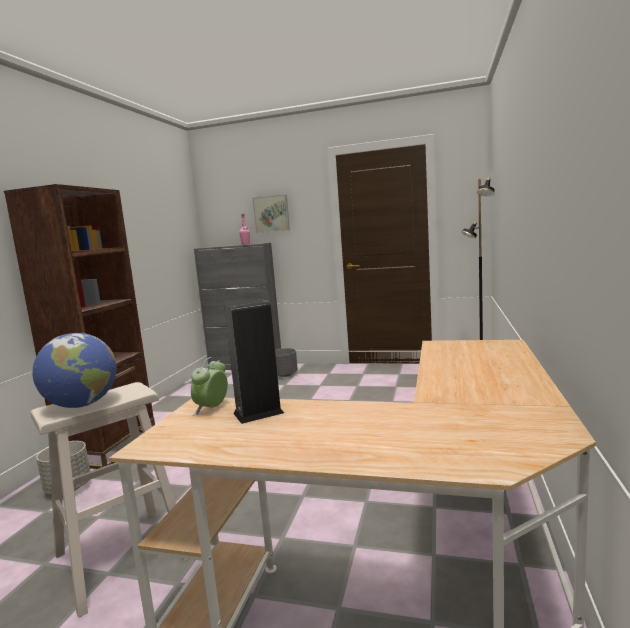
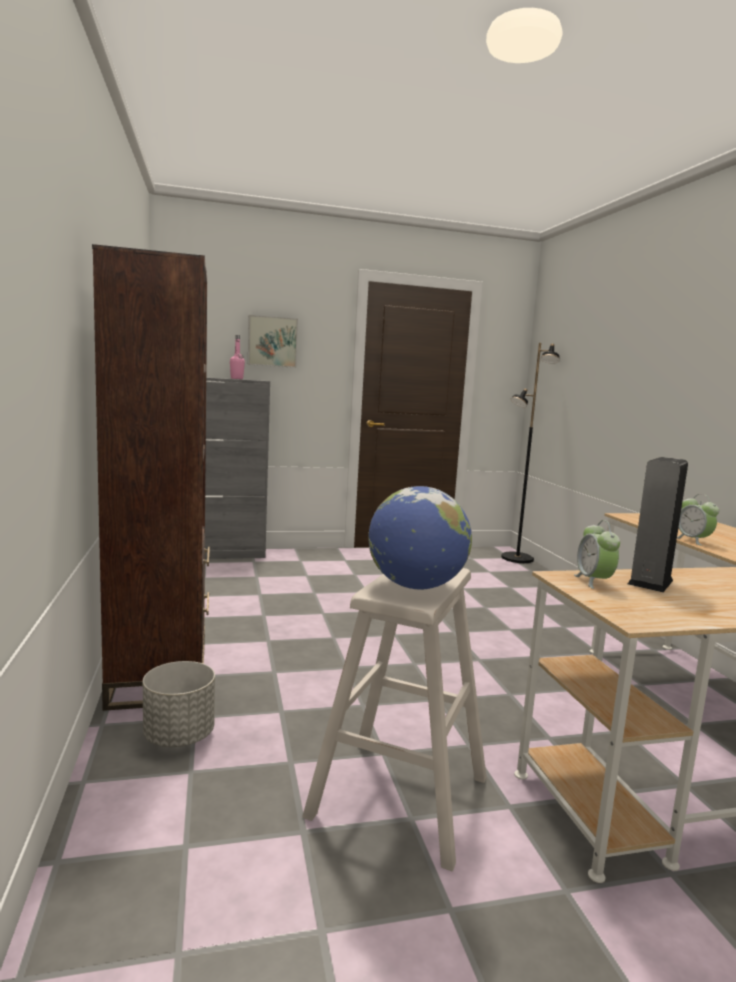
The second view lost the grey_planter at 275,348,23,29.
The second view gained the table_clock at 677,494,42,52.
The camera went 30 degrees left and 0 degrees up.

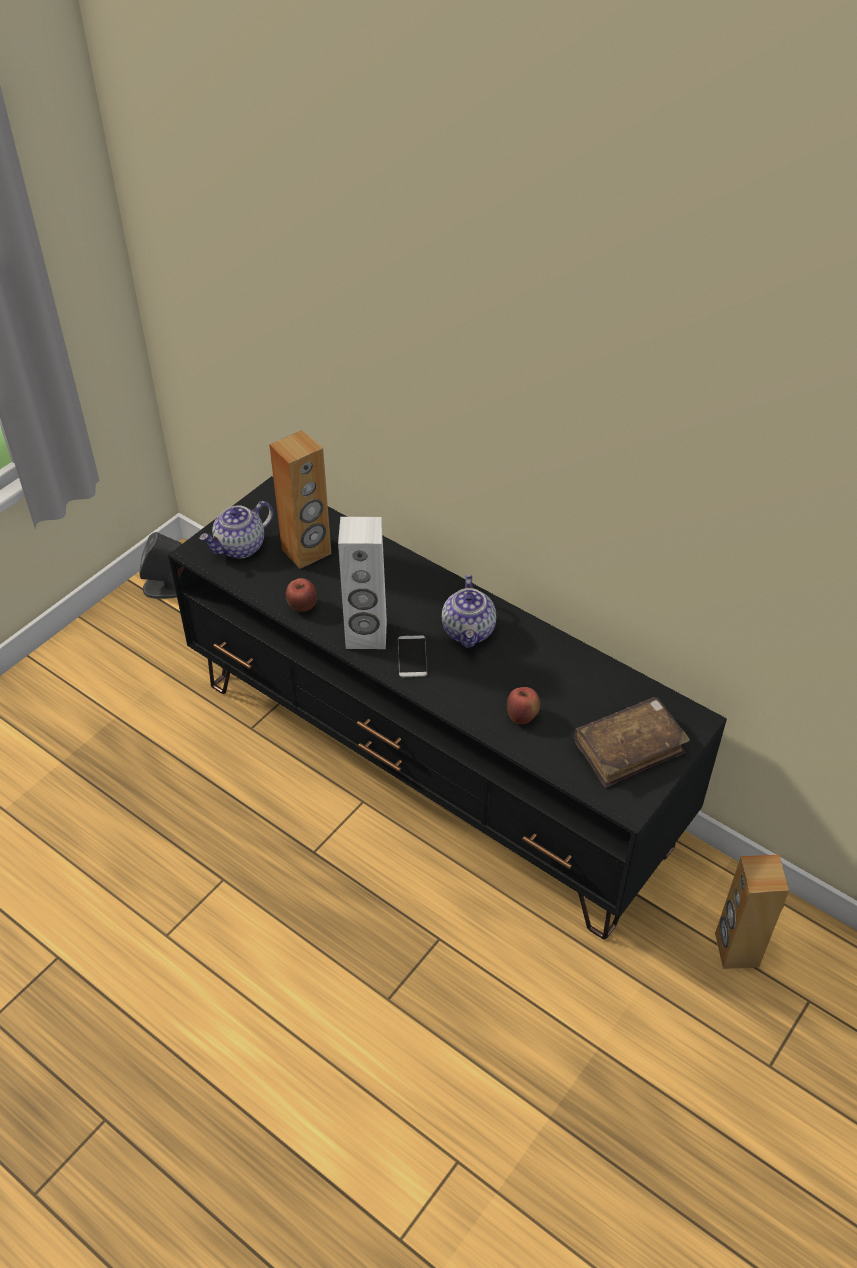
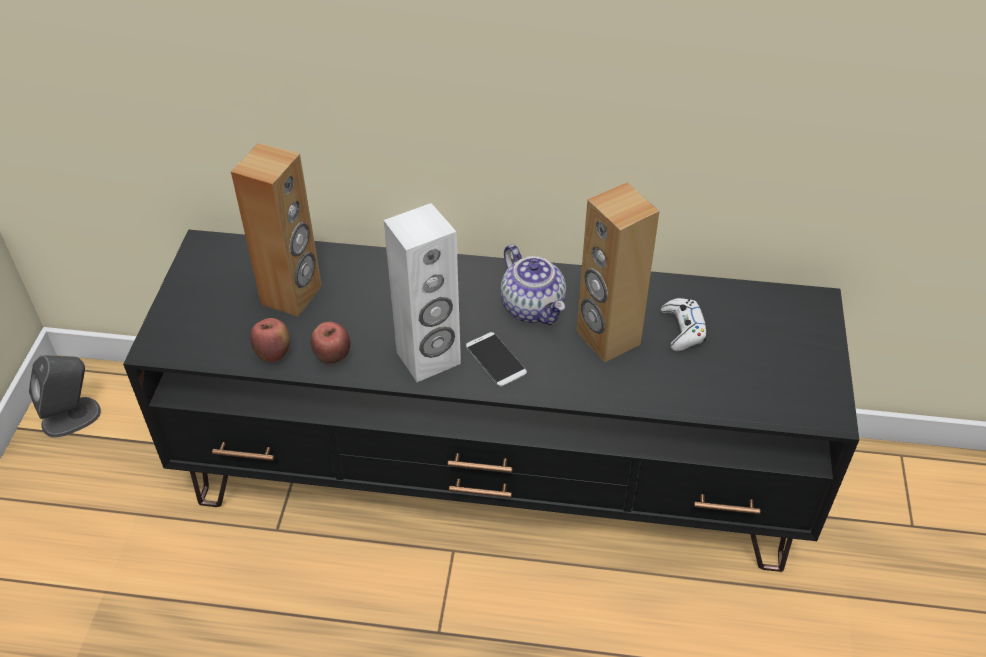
The second view lost the teapot at 200,501,73,57.
The second view lost the brown_volume at 574,697,116,91.
The second view gained the whitish_game_controller at 660,298,48,53.
The whole_apple ended up elsewhere, having gone from 507,687,33,37 to 250,318,40,44.
The brown_speaker ended up elsewhere, having gone from 715,855,74,114 to 576,183,83,179.
The camera went 30 degrees left and 0 degrees up.

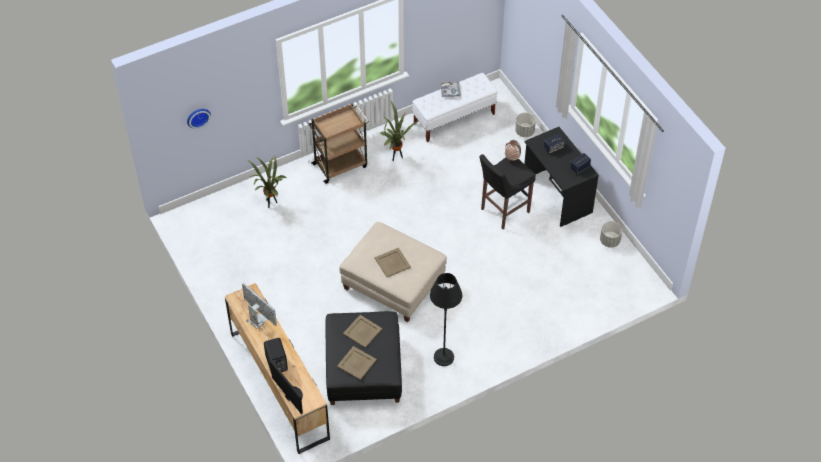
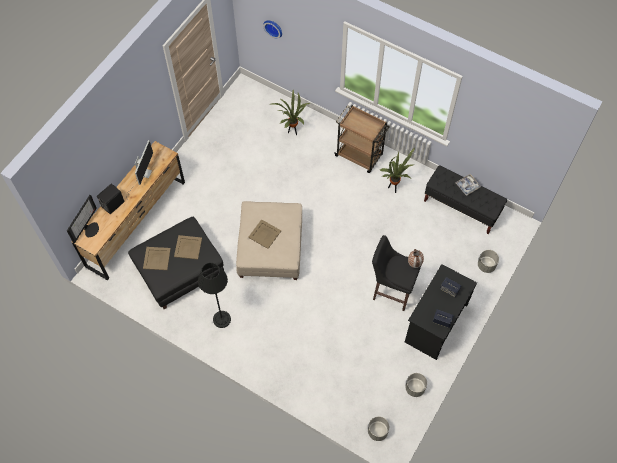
The second view gained the grey_planter at 368,416,22,25.
What was the whitish_long_seat at 412,73,86,69 turned into the black-coloured_long_seat at 424,165,83,69.
The camera went 60 degrees right and 10 degrees up.

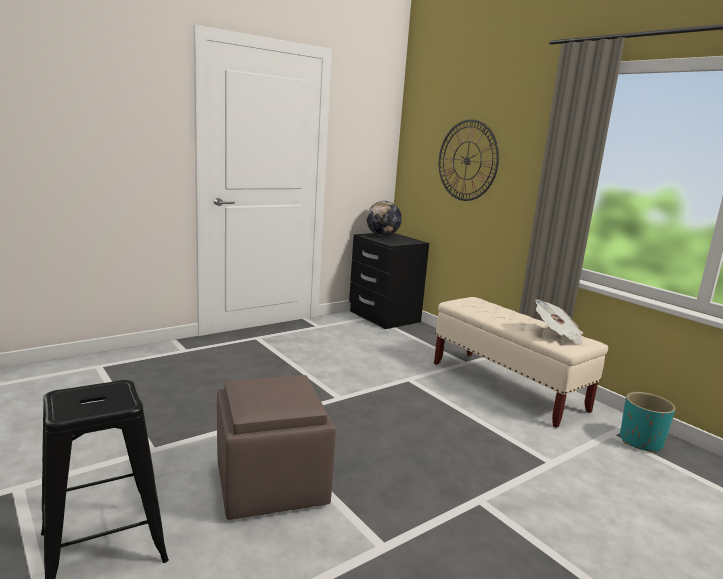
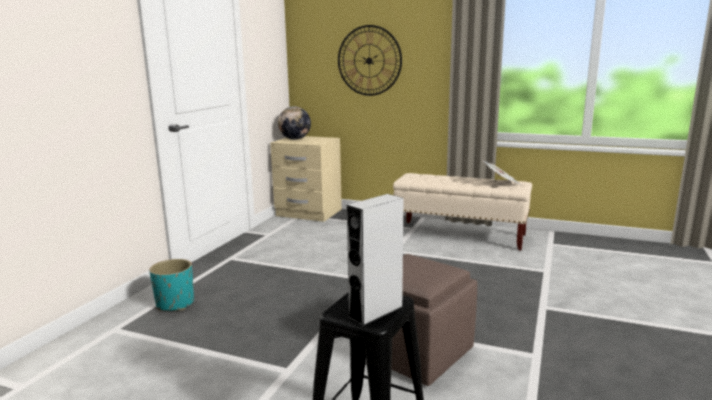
The second view gained the grey_speaker at 347,194,56,132.
The blue-green_planter ended up elsewhere, having gone from 620,392,56,61 to 149,259,45,52.
What was the black-coloured_nightstand at 349,233,80,96 turned into the beige-coloured_nightstand at 270,136,72,86.
The camera went 30 degrees left and 0 degrees up.

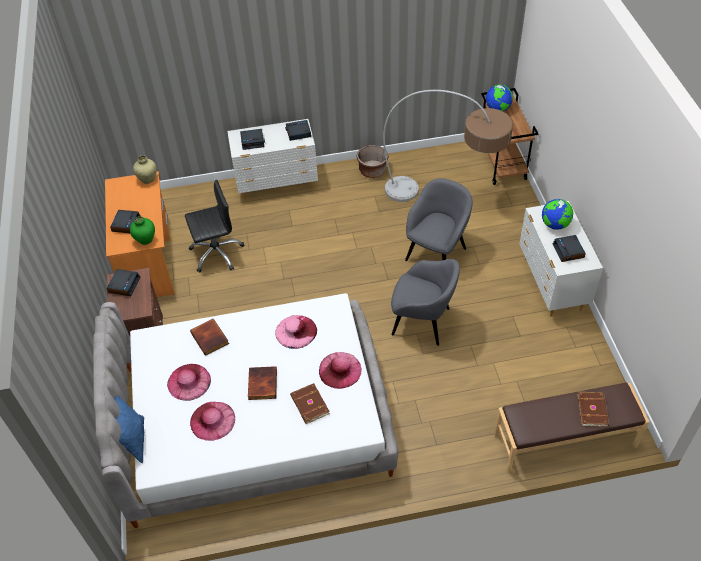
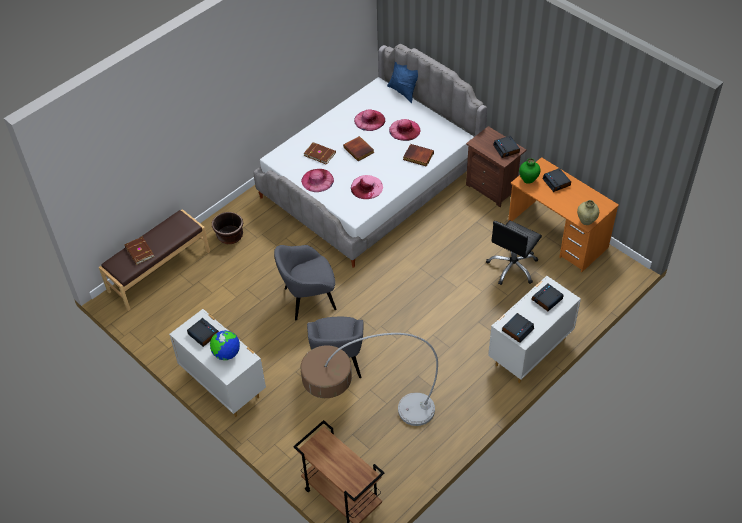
The second view lost the globe at 486,85,27,26.
The brown_planter ended up elsewhere, having gone from 357,145,32,33 to 212,212,31,32.
The camera went 145 degrees right and 0 degrees up.

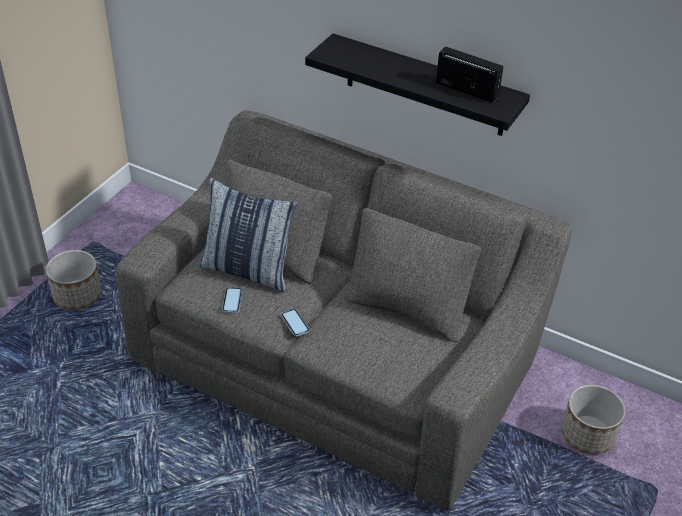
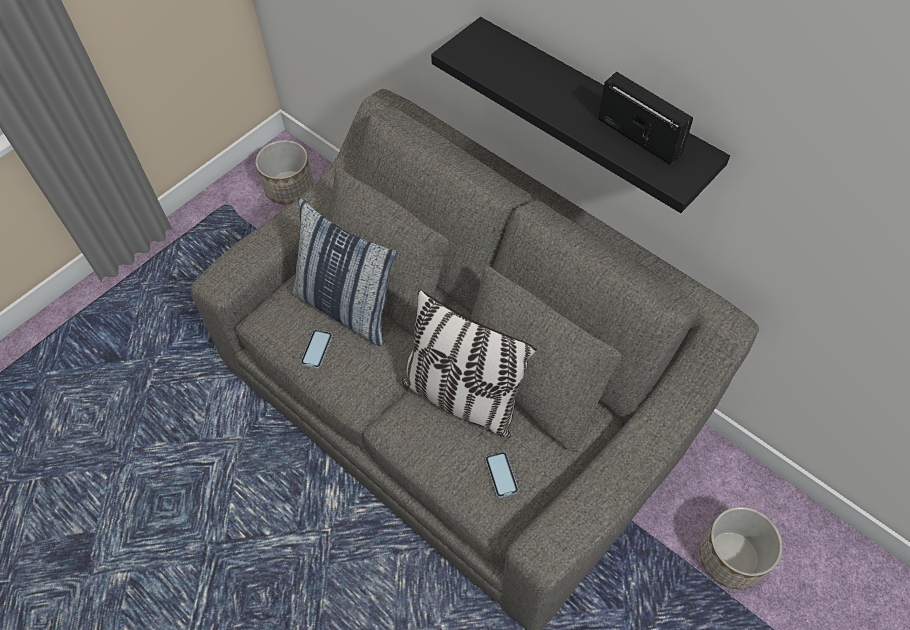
The second view gained the cushion at 400,289,137,150.
The planter ended up elsewhere, having gone from 46,250,56,60 to 256,140,58,65.
The telephone ended up elsewhere, having gone from 281,309,29,28 to 485,452,33,46.
The camera went 15 degrees right and 15 degrees up.

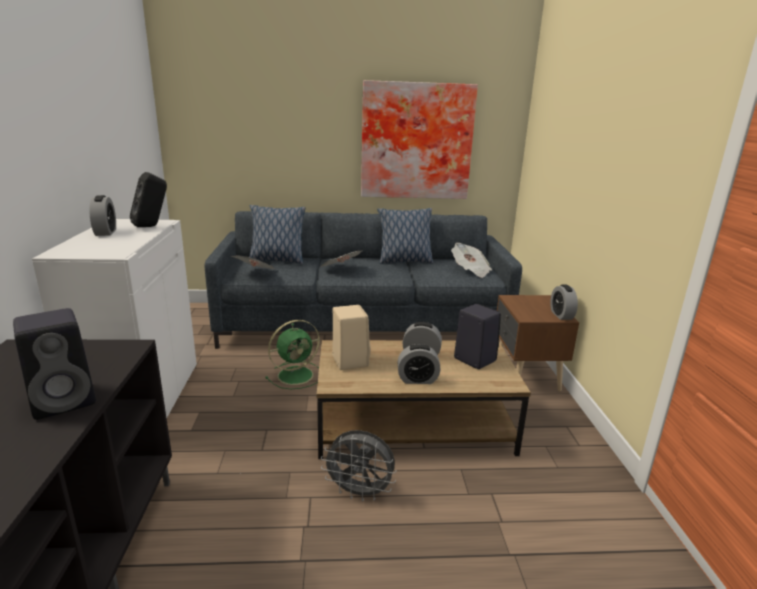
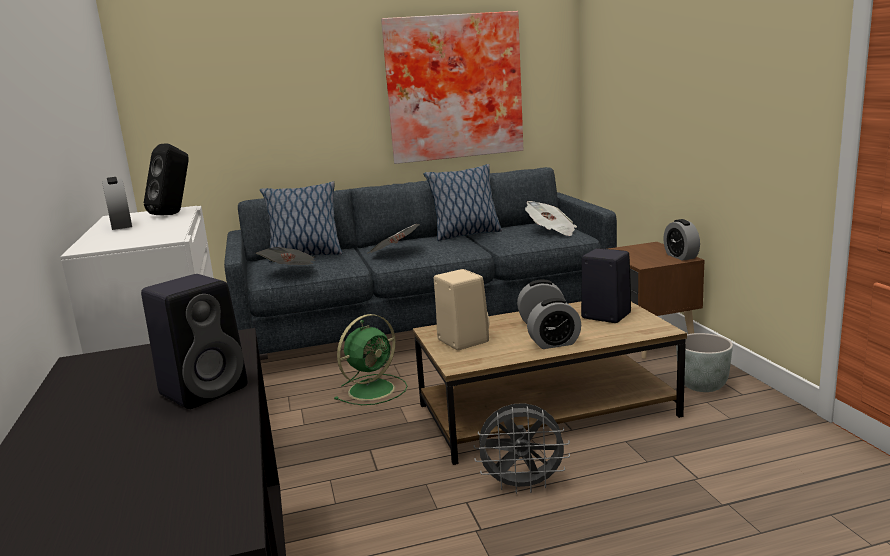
The second view gained the grey_planter at 676,333,57,59.
The camera went 10 degrees left and 5 degrees down.

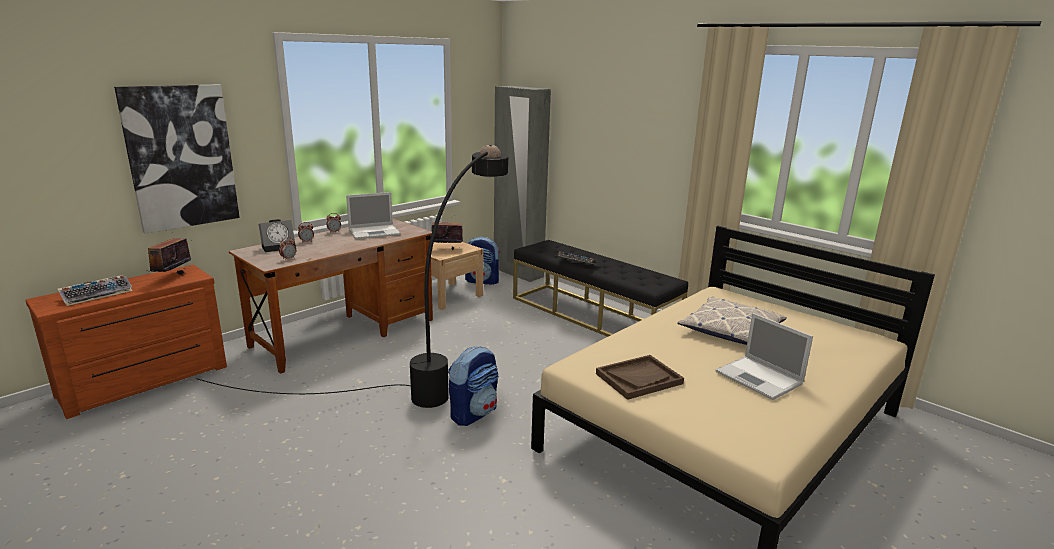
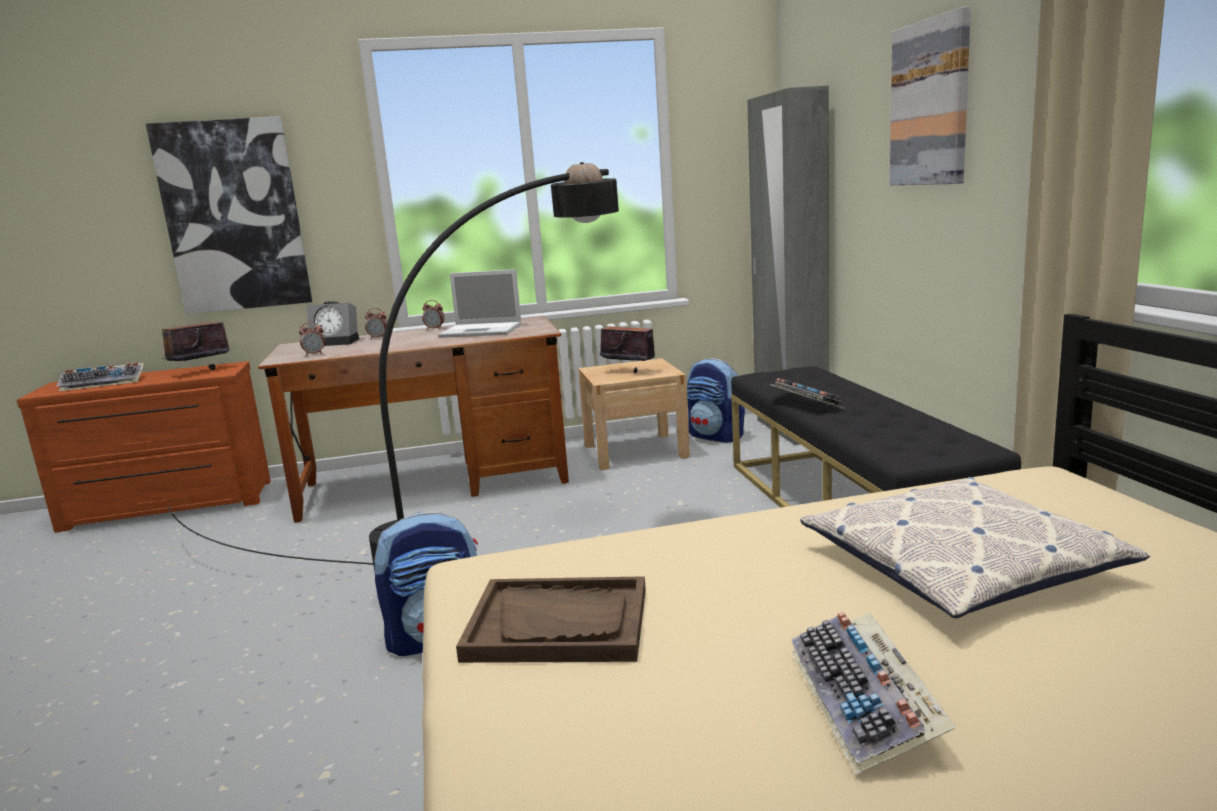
The second view gained the picture at 890,7,81,178.
Where the notebook_computer stood at 715,313,98,87, the computer_keyboard came to stand at 791,612,165,162.
The camera went 35 degrees right and 5 degrees down.

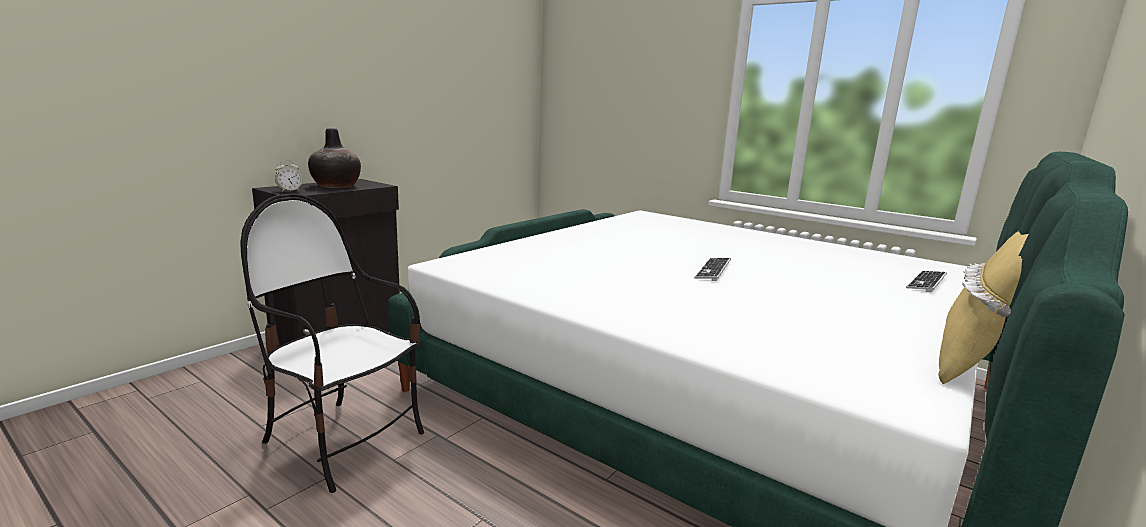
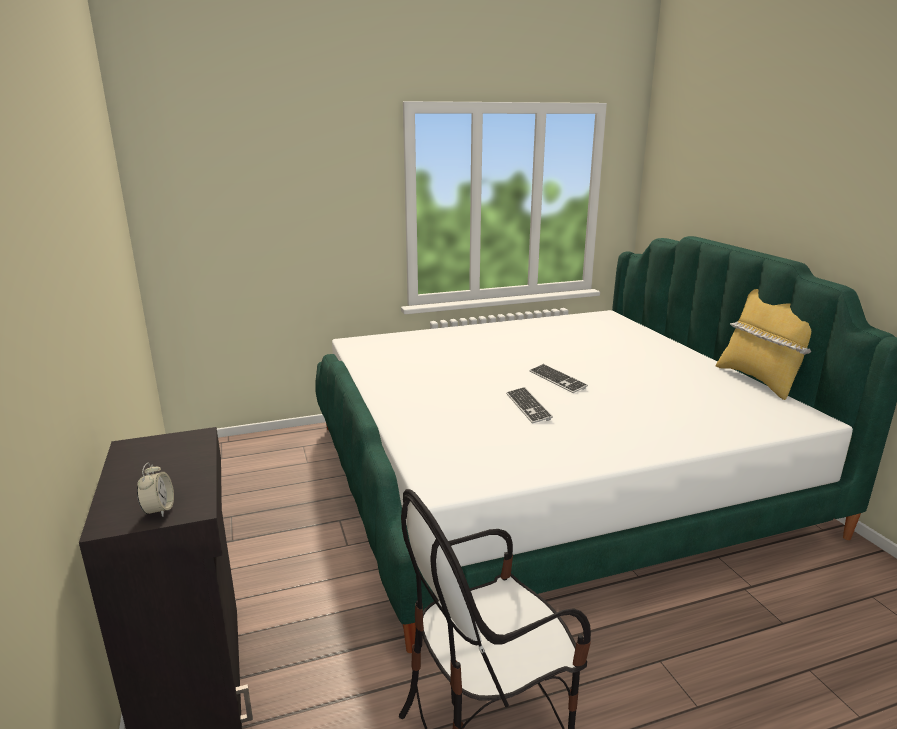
The second view lost the decorative_vase at 308,128,53,60.
The computer_keyboard ended up elsewhere, having gone from 906,271,41,21 to 506,387,47,37.
The camera went 55 degrees left and 5 degrees up.

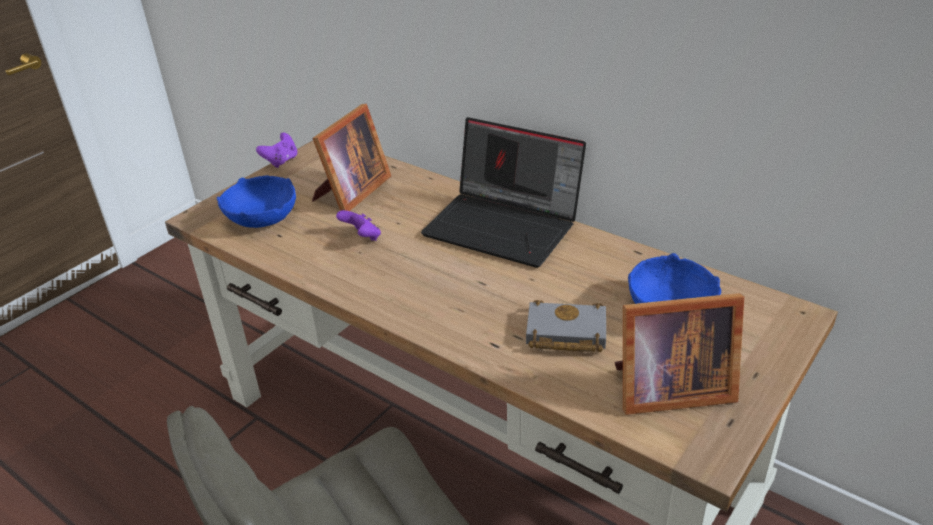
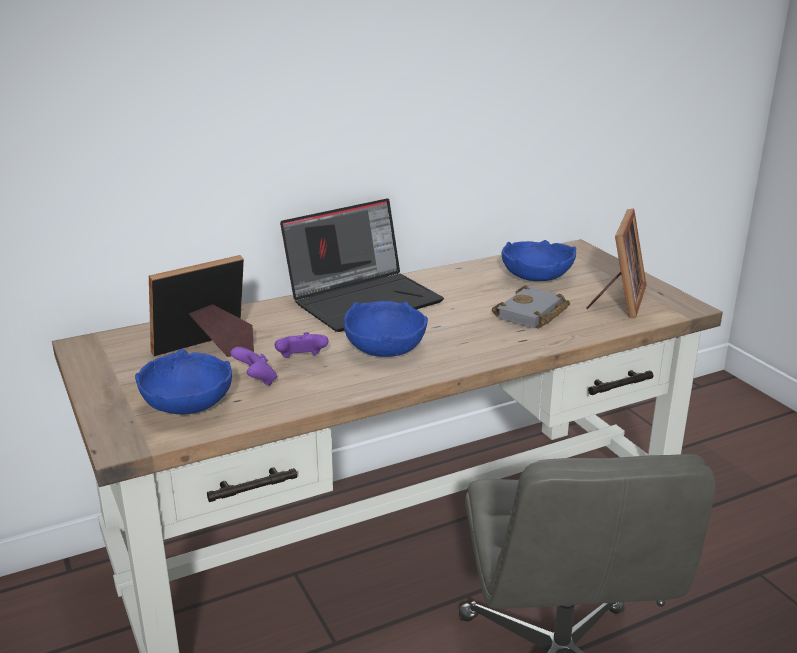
The second view gained the bluish_serving_bowl at 344,301,84,56.
The purple-coloured_game_controller ended up elsewhere, having gone from 256,133,42,35 to 231,347,46,39.
The standing_frame at 312,104,79,107 ended up facing another way, 90 degrees counterclockwise from before.
The camera went 65 degrees left and 10 degrees down.

